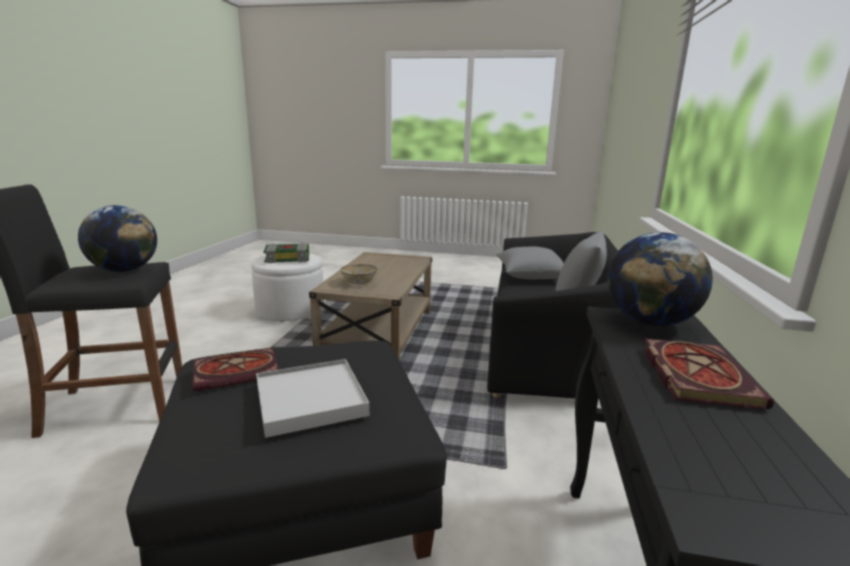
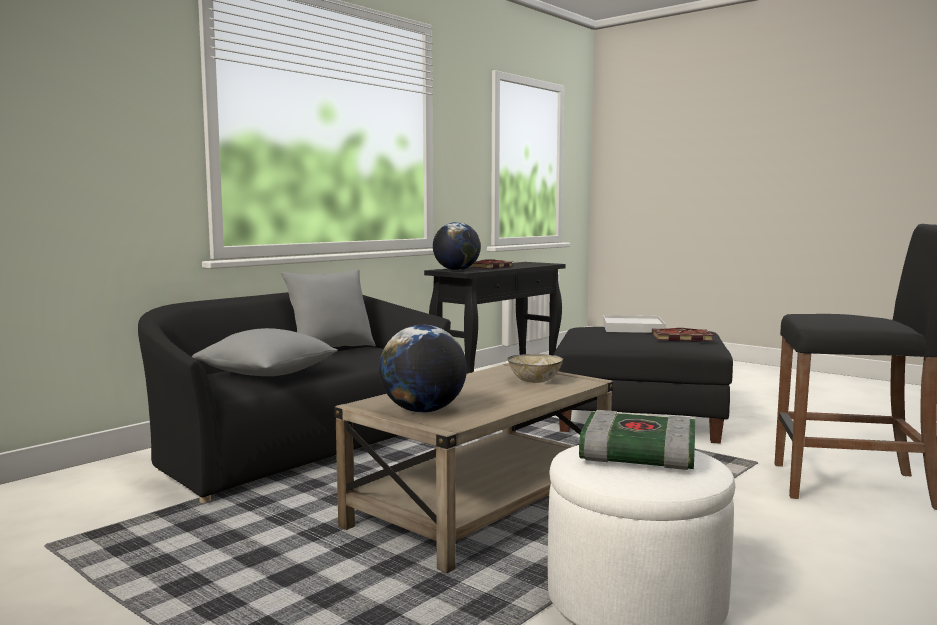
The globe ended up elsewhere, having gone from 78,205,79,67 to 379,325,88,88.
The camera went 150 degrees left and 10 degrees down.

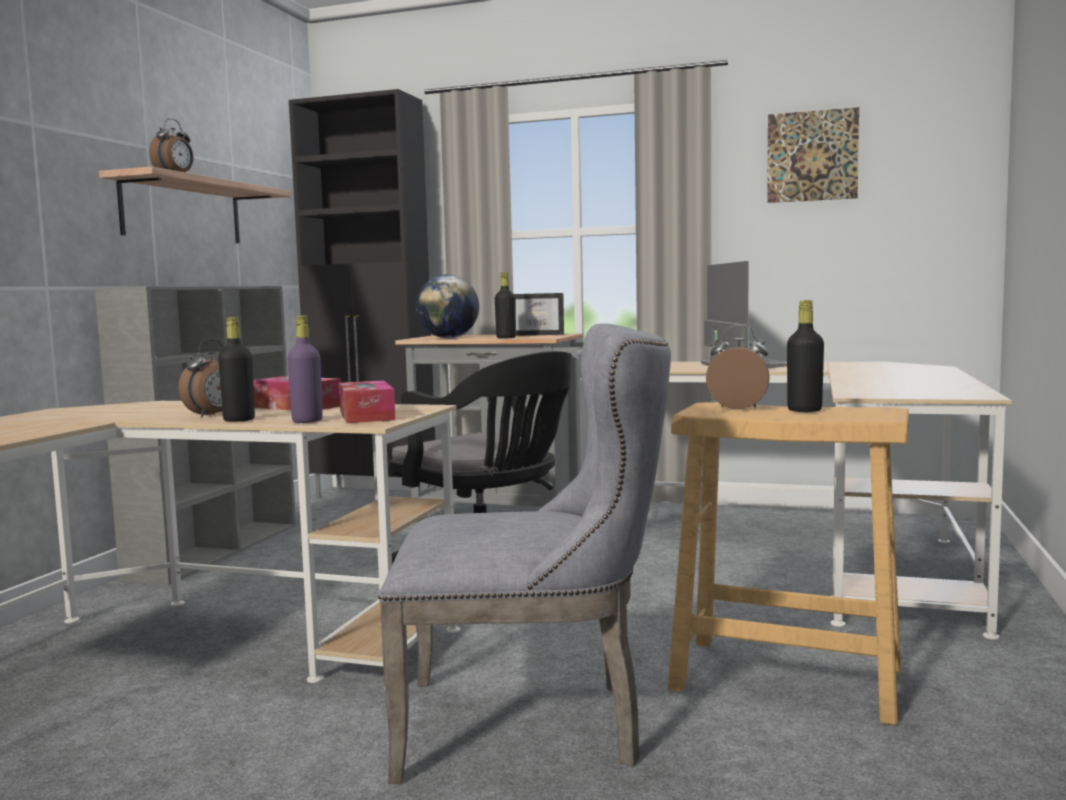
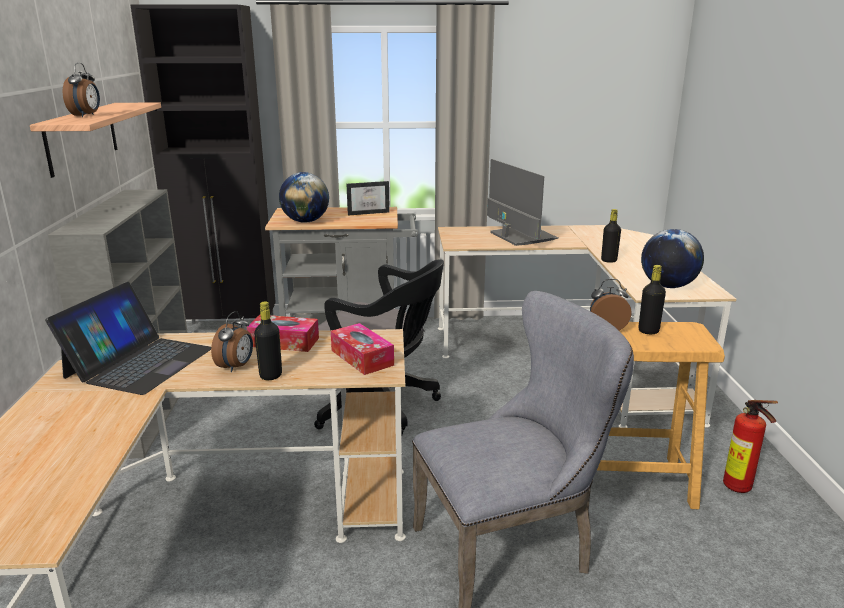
The second view lost the purple-coloured_drink_bottle at 287,316,36,107.
The second view lost the picture at 767,107,92,96.
The second view gained the notebook_computer at 45,282,166,113.
The second view gained the globe at 641,229,63,59.
The second view gained the fire_extinguisher at 723,400,55,93.
The black-coloured_drink_bottle ended up elsewhere, having gone from 495,272,21,66 to 601,209,20,54.
The camera went 20 degrees left and 15 degrees up.

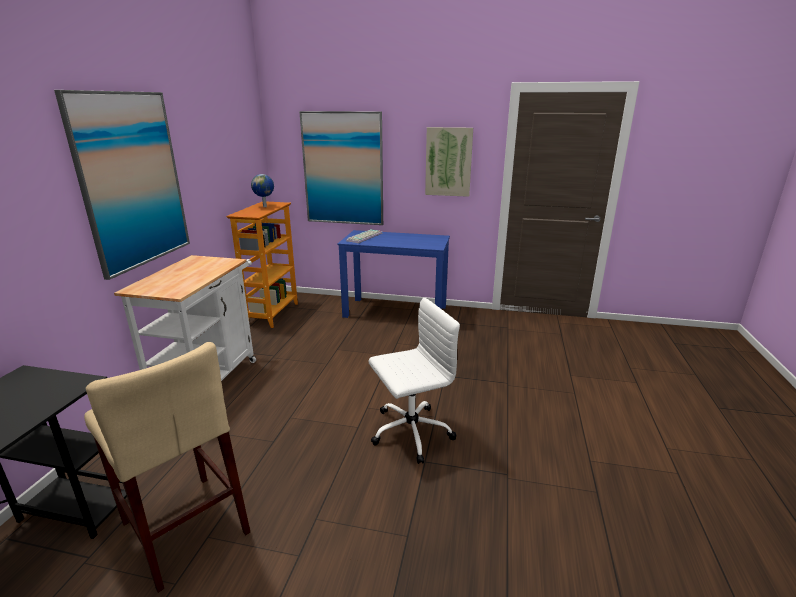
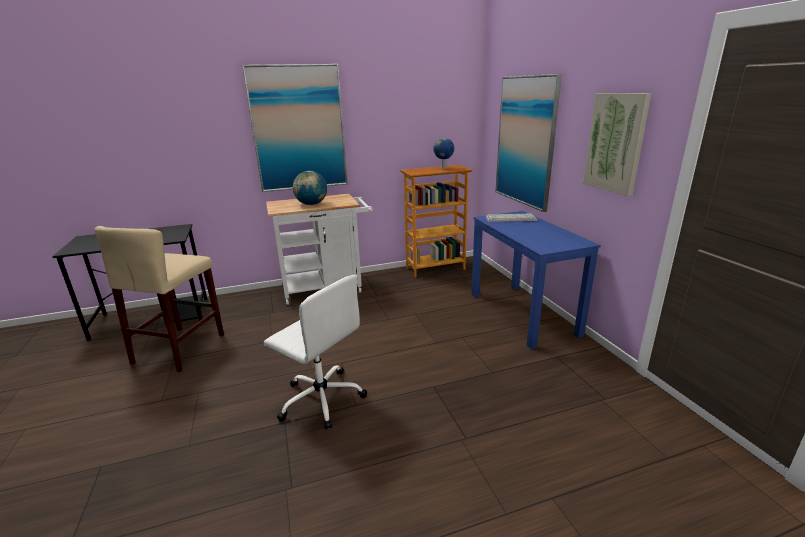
The second view gained the globe at 293,171,34,34.
The camera went 60 degrees right and 0 degrees up.

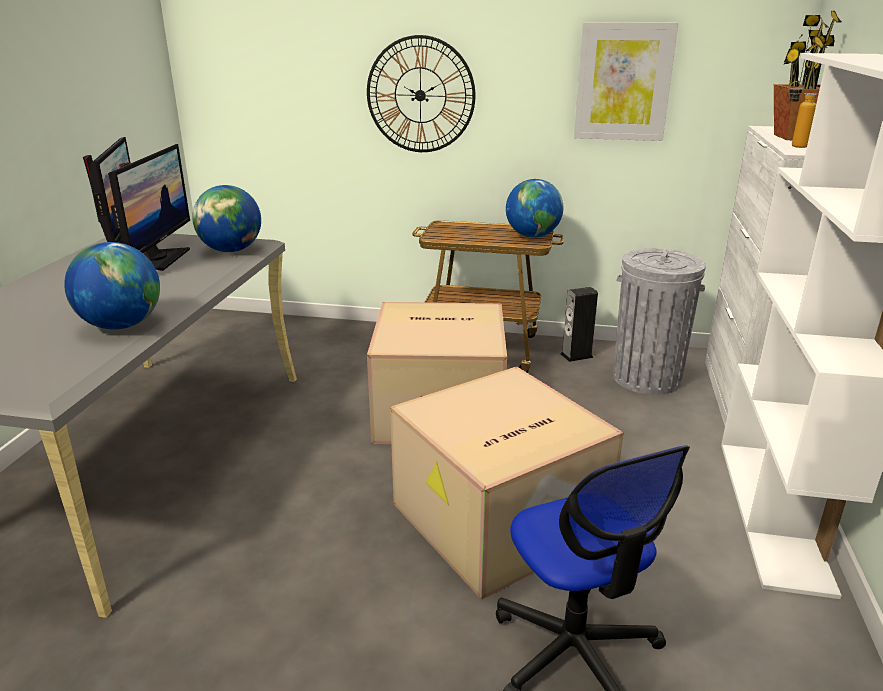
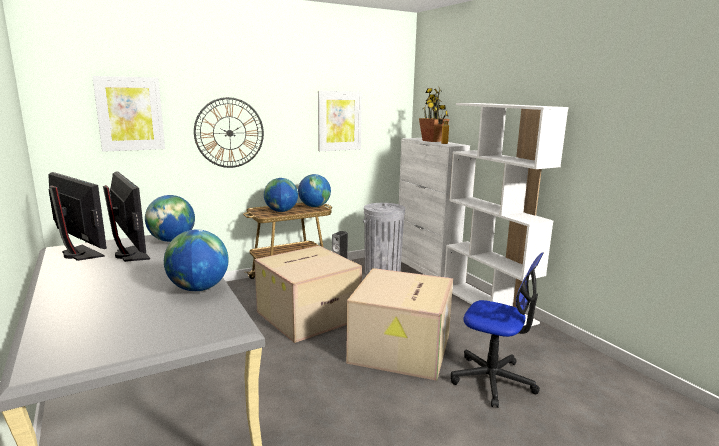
The second view gained the picture at 92,76,73,76.
The second view gained the globe at 264,178,34,34.
The camera went 40 degrees left and 10 degrees down.

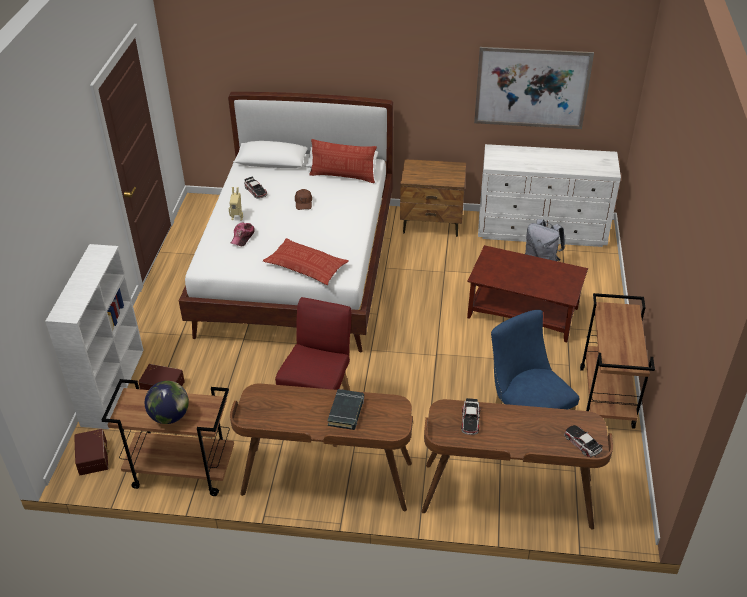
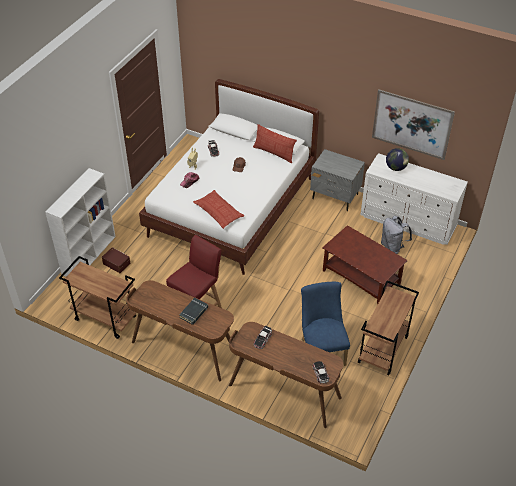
The second view lost the brown_storage_container at 74,429,35,46.
The globe ended up elsewhere, having gone from 145,381,44,43 to 386,148,23,23.
What was the brown_nightstand at 400,159,66,78 turned into the grey_nightstand at 310,149,55,62.
The camera went 20 degrees right and 5 degrees up.

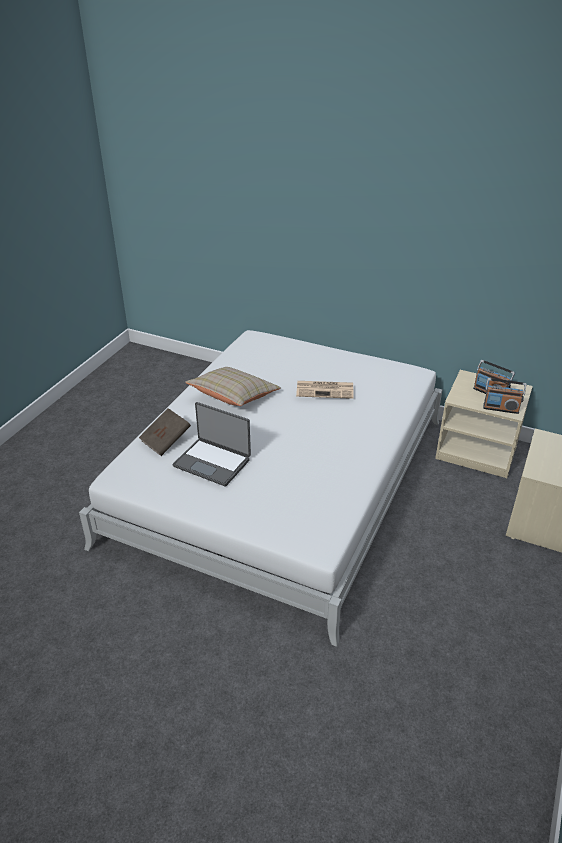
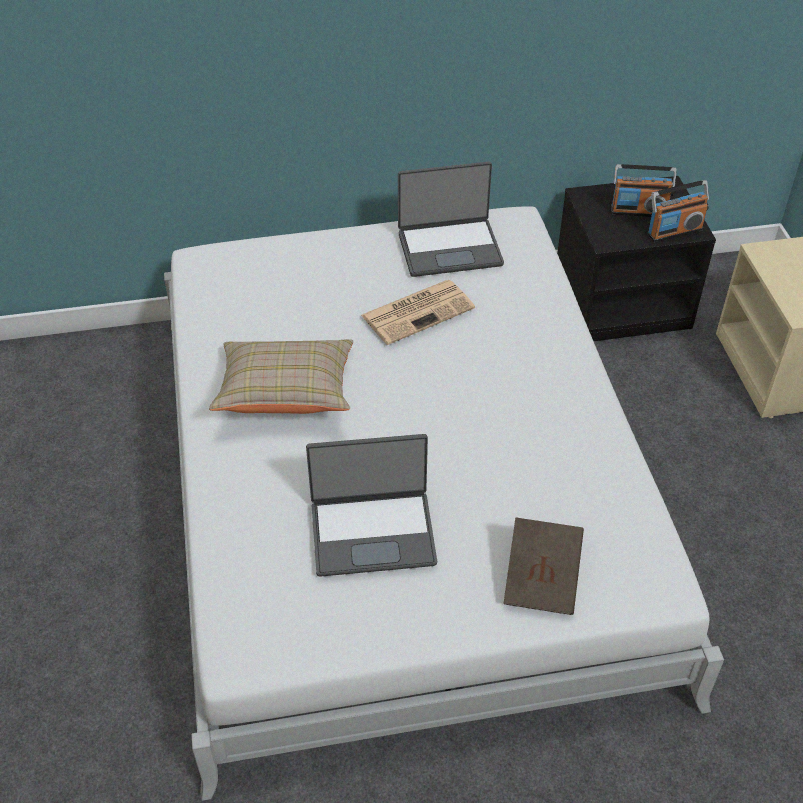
The second view gained the notebook_computer at 398,162,106,115.
The brown_volume ended up elsewhere, having gone from 139,408,52,48 to 503,518,81,97.
What was the beige-coloured_nightstand at 435,370,98,108 turned into the black-coloured_nightstand at 557,176,159,165.
The camera went 35 degrees left and 10 degrees up.

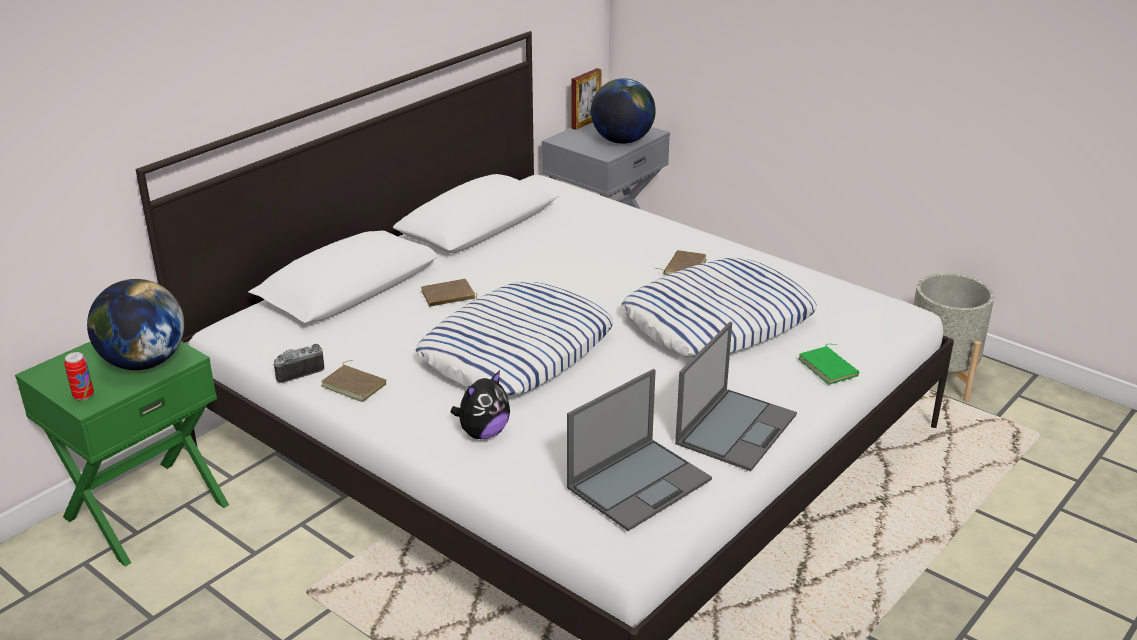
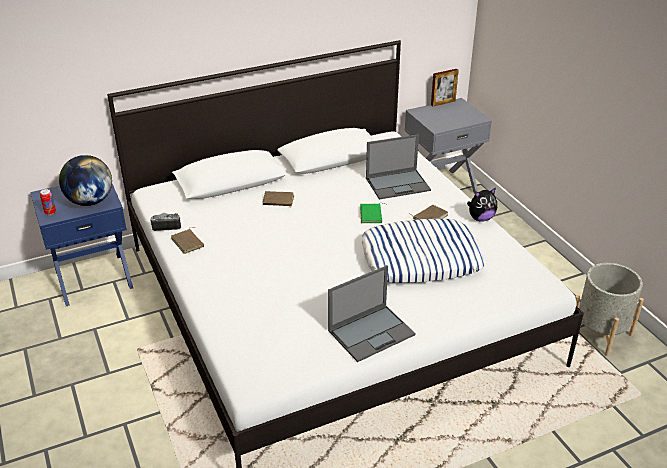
The second view lost the cushion at 416,282,198,114.
The second view lost the globe at 591,78,65,66.
The cuddly_toy ended up elsewhere, having gone from 451,370,59,69 to 467,188,30,34.
The notebook_computer ended up elsewhere, having gone from 567,369,145,162 to 366,134,65,66.
The greenish_volume ended up elsewhere, having gone from 798,344,62,41 to 360,203,25,20.
What was the greenish_nightstand at 15,341,214,226 turned into the bluish_nightstand at 30,184,103,122.
The camera went 25 degrees right and 5 degrees up.

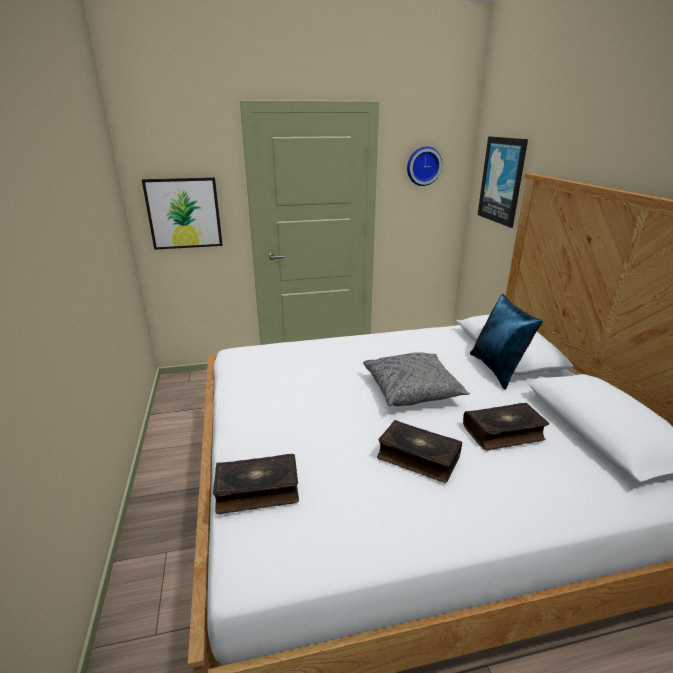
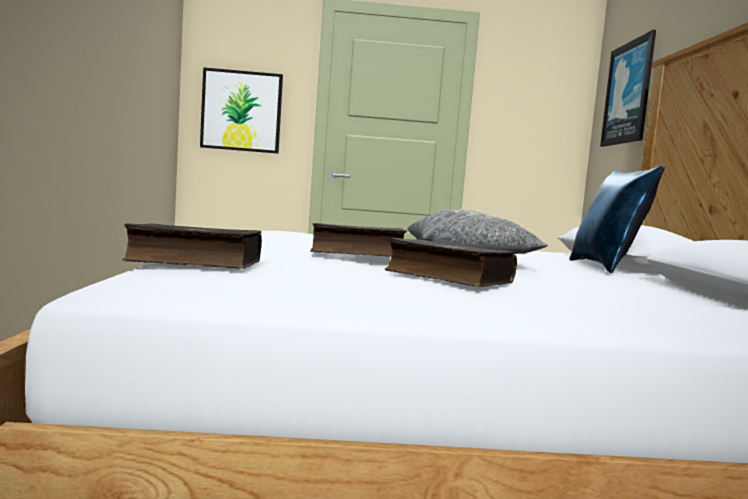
The second view lost the wall_clock at 407,146,35,40.
The volume ended up elsewhere, having gone from 463,403,86,48 to 311,223,96,34.
The camera went 10 degrees right and 20 degrees down.

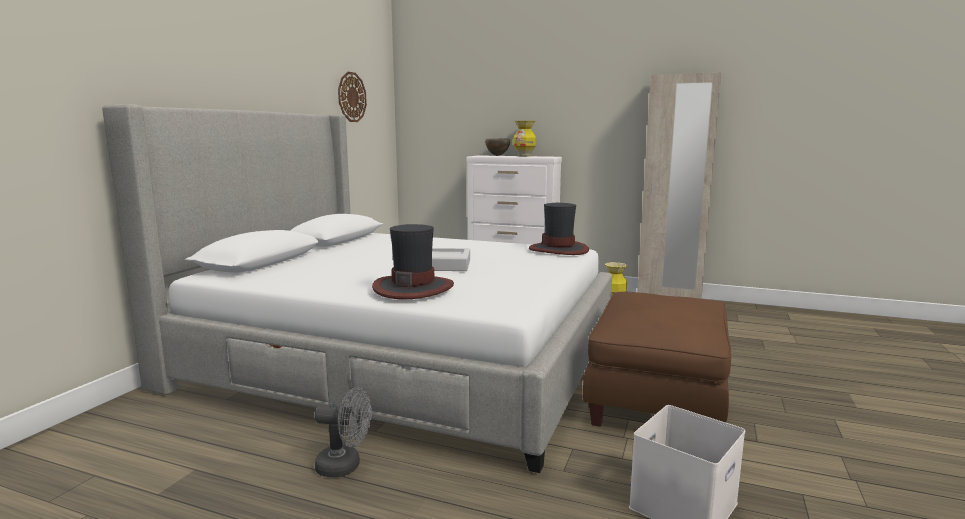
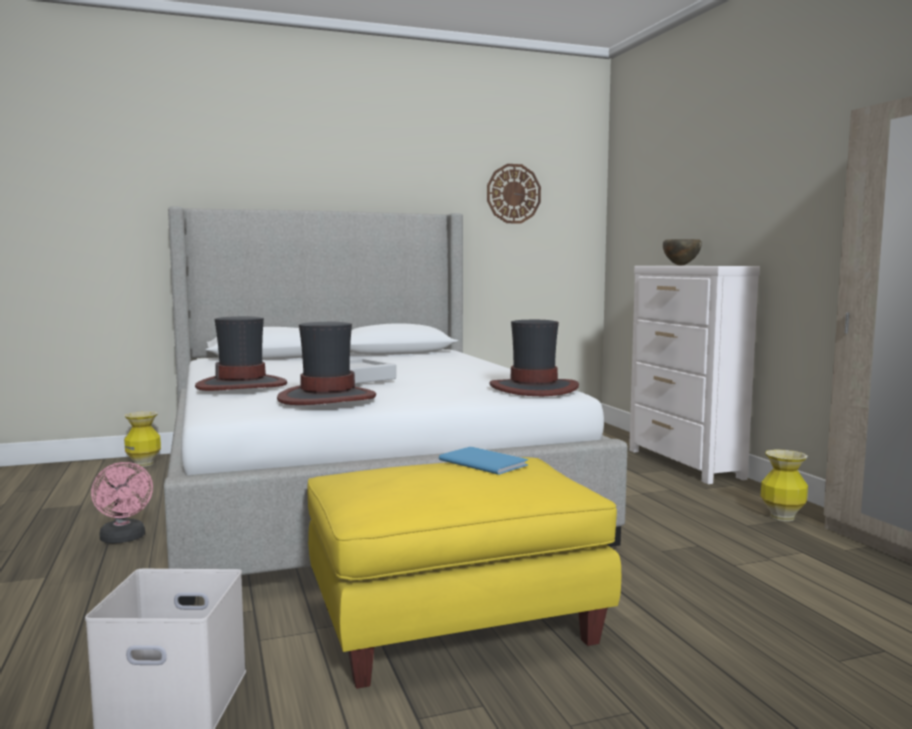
The second view gained the hat at 277,322,99,83.
The second view gained the bluish_volume at 439,447,89,28.
The decorative_vase ended up elsewhere, having gone from 513,121,23,36 to 124,411,37,56.
What was the grey_fan at 315,387,57,90 turned into the pinkish_fan at 91,462,62,82.
What was the brown_ottoman at 583,292,148,135 turned into the yellowish_ottoman at 307,457,314,232.
The camera went 50 degrees right and 5 degrees down.

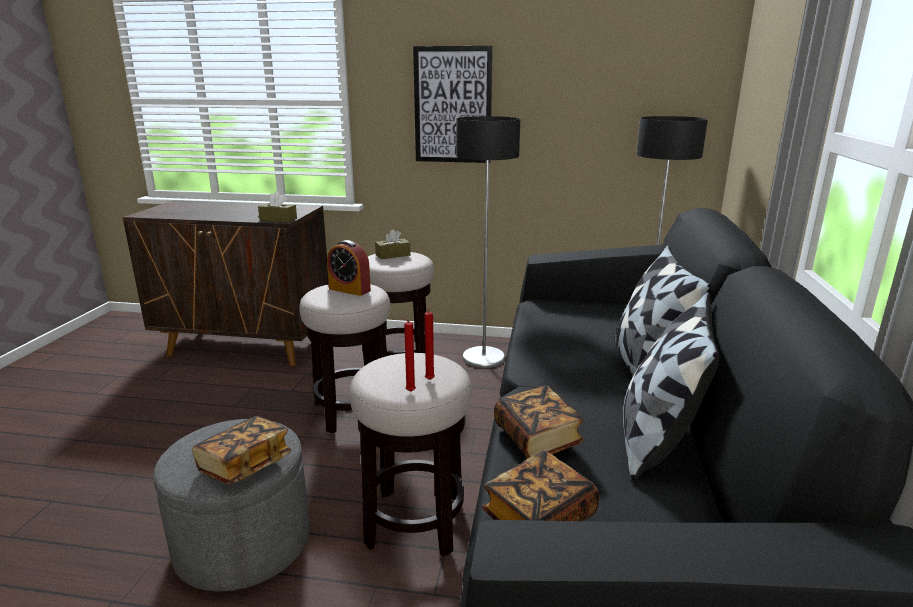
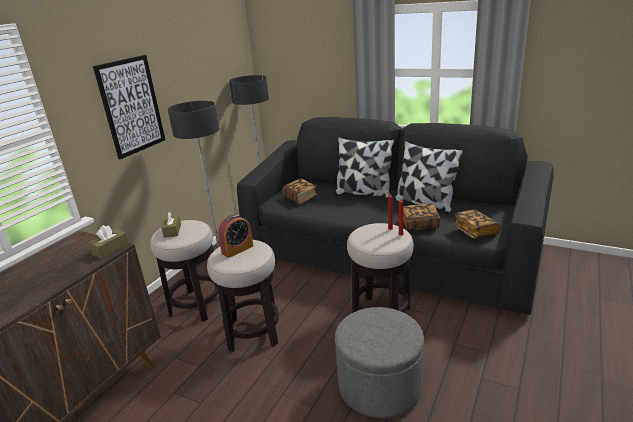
The volume ended up elsewhere, having gone from 192,416,99,69 to 282,179,36,25.
The camera went 70 degrees left and 5 degrees up.

